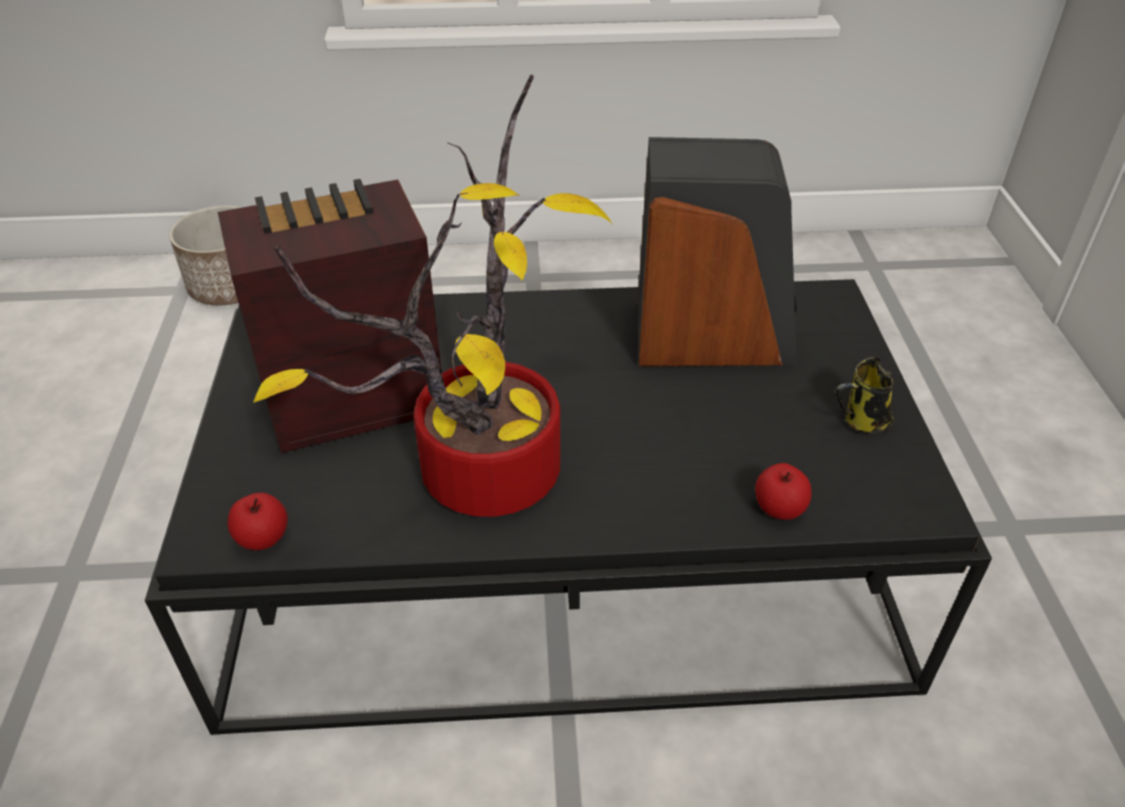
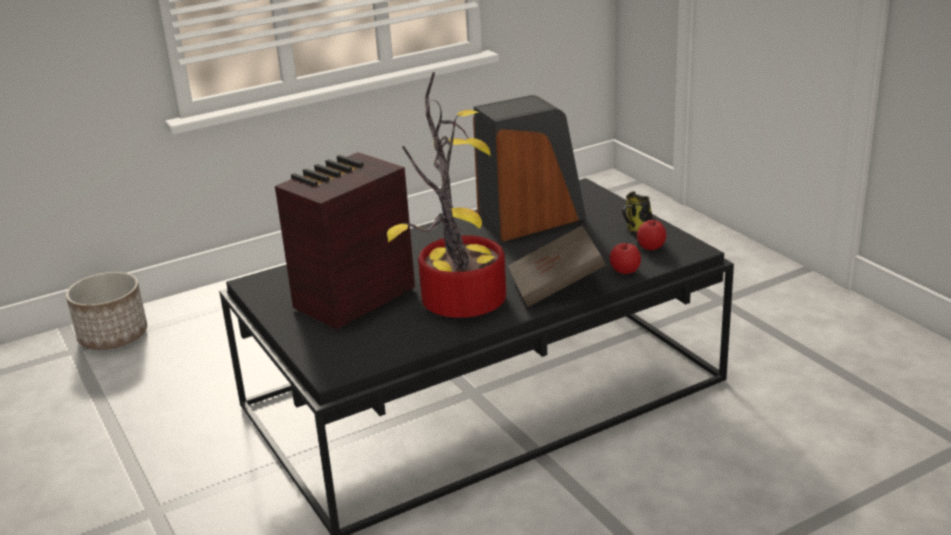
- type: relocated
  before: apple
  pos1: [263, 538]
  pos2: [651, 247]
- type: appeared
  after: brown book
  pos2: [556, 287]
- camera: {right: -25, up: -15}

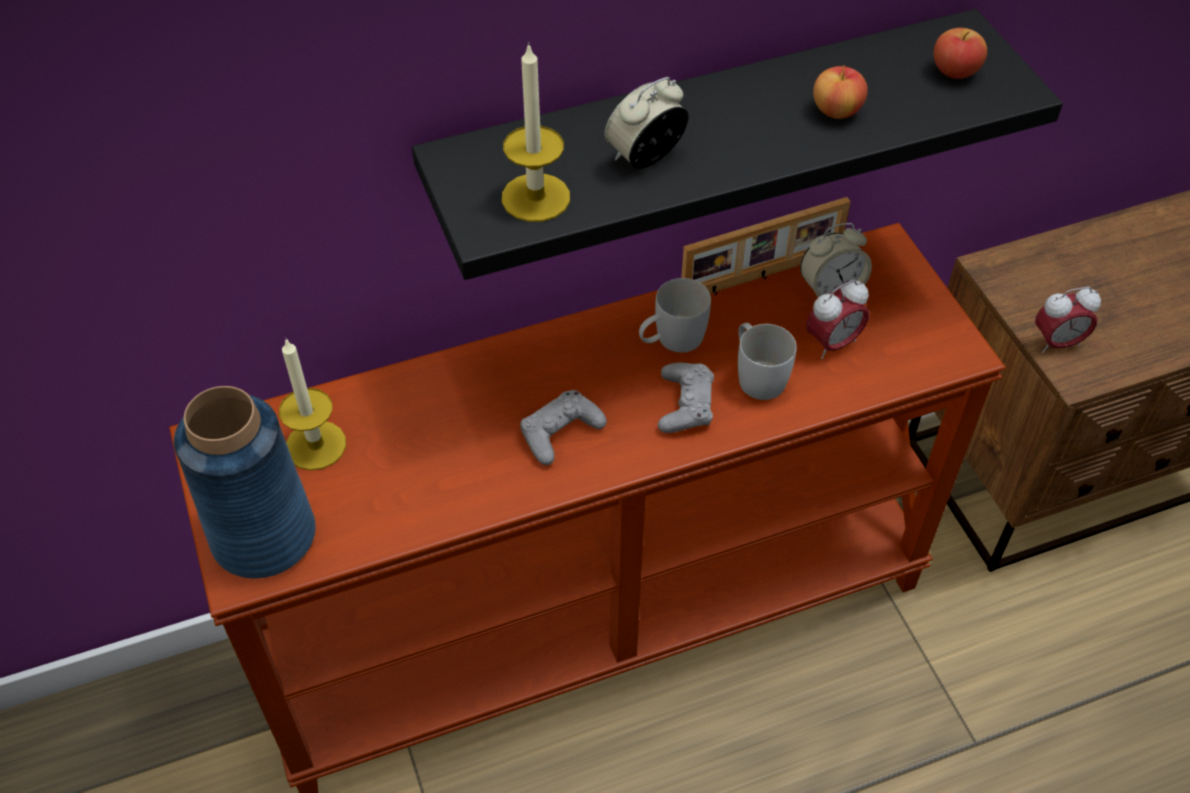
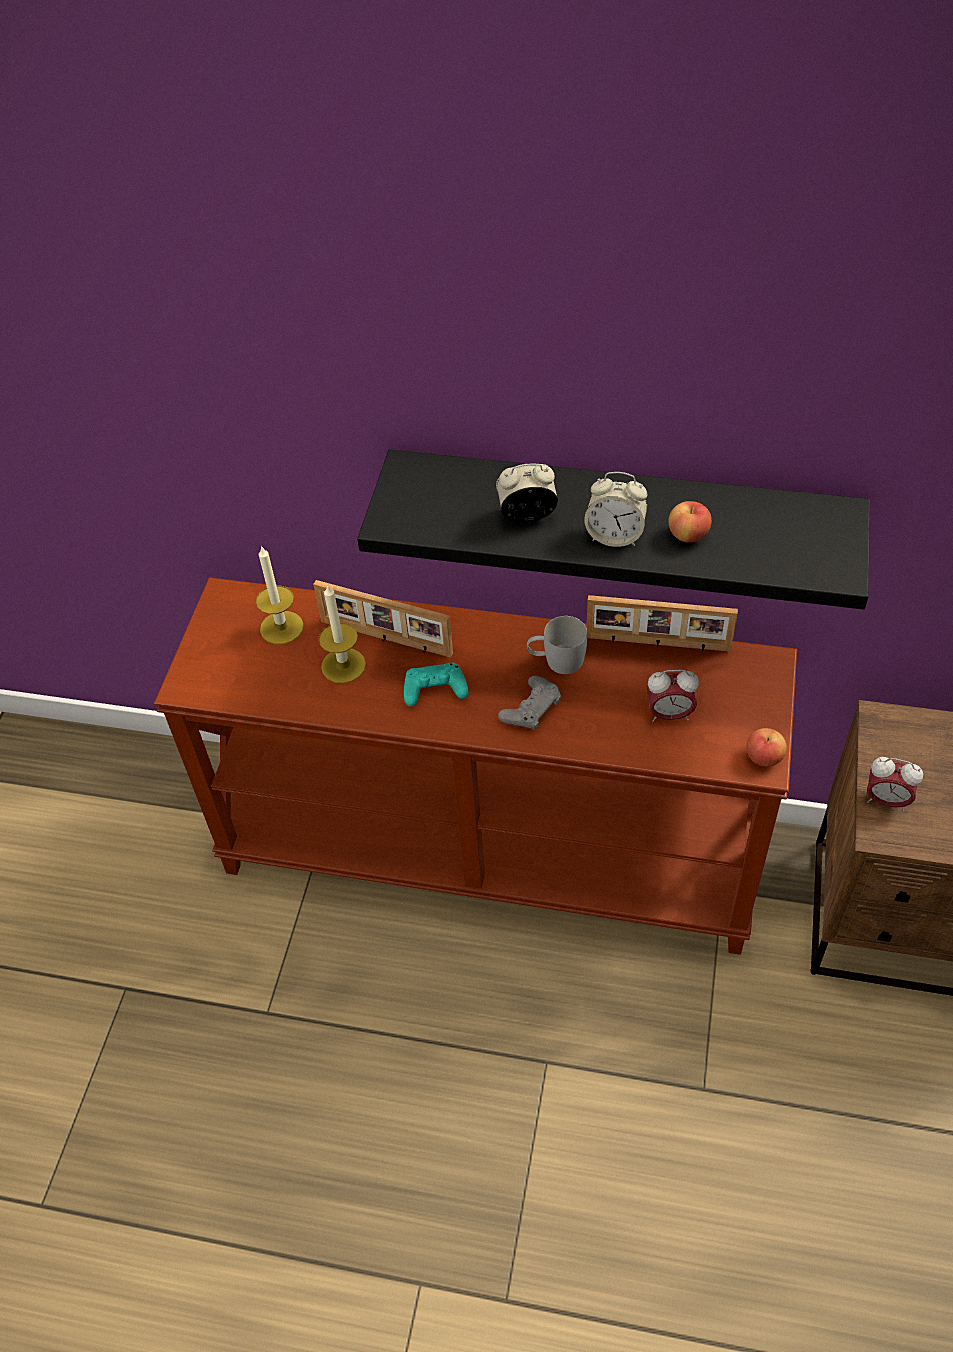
- type: relocated
  before: apple
  pos1: [955, 71]
  pos2: [764, 757]
- type: relocated
  before: candle
  pos1: [535, 197]
  pos2: [343, 665]
- type: relocated
  before: alarm clock
  pos1: [830, 290]
  pos2: [615, 535]
- type: missing
  before: white mug
  pos1: [756, 375]
- type: missing
  before: blue vase
  pos1: [263, 536]
- type: colour
  before: grey game controller
  after: turquoise game controller
  pos1: [560, 432]
  pos2: [435, 689]
- type: appeared
  after: picture frame
  pos2: [385, 639]
- camera: {right: 35, up: 0}

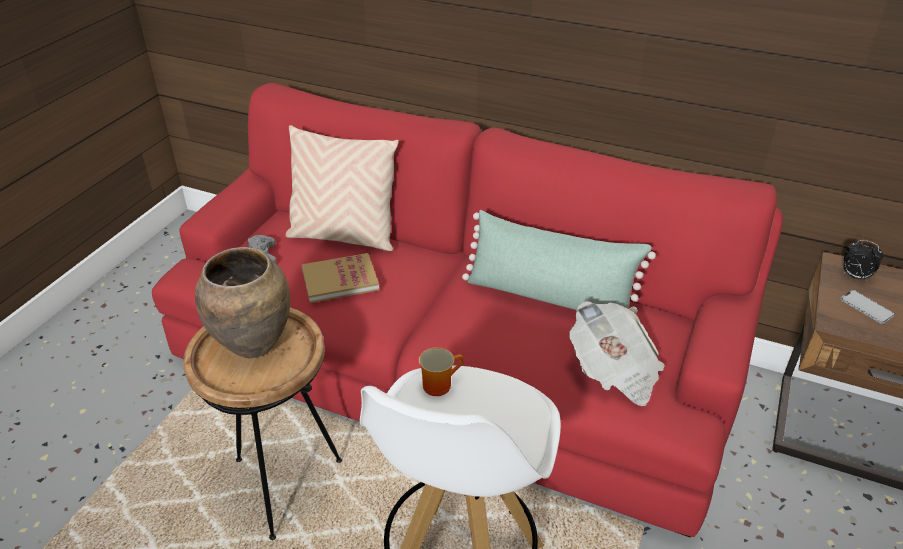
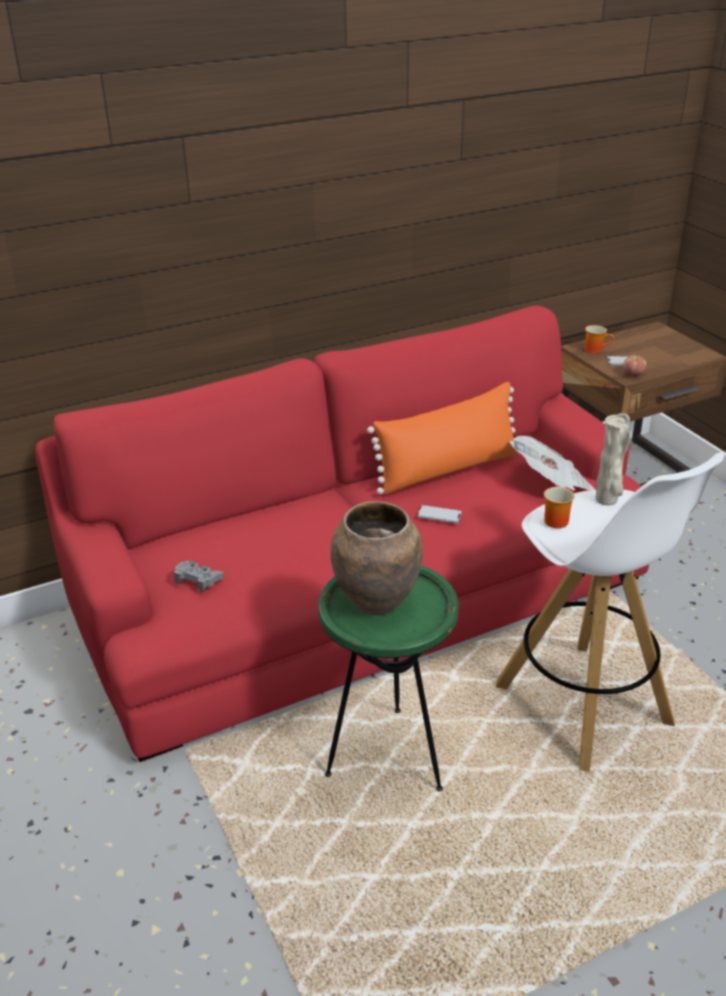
- type: missing
  before: beige pillow
  pos1: [343, 236]
- type: colour
  before: green pillow
  after: orange pillow
  pos1: [549, 297]
  pos2: [448, 470]
- type: exchanged
  before: alarm clock
  after: mug
  pos1: [854, 277]
  pos2: [595, 350]
- type: missing
  before: book
  pos1: [340, 280]
- type: colour
  before: brown side table
  after: green side table
  pos1: [284, 485]
  pos2: [388, 758]
- type: appeared
  after: apple
  pos2: [633, 374]
- type: appeared
  after: beige vase
  pos2: [607, 500]
- type: appeared
  after: phone
  pos2: [439, 515]
- camera: {right: -50, up: -5}

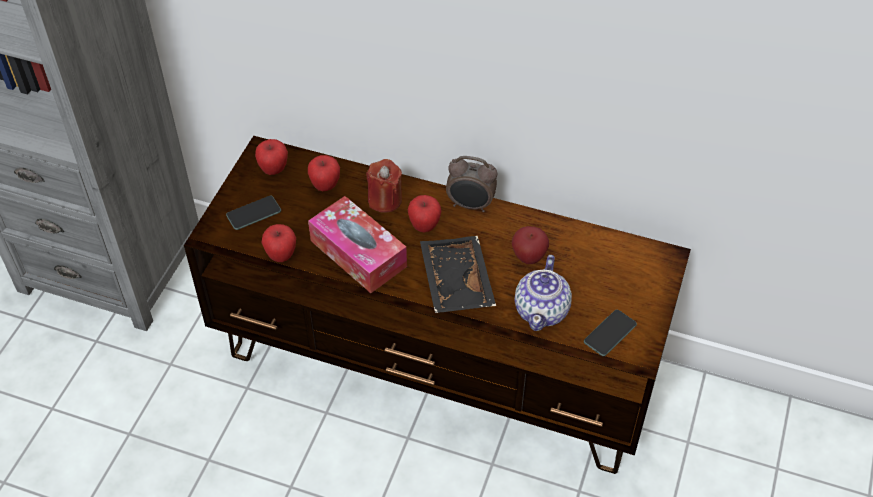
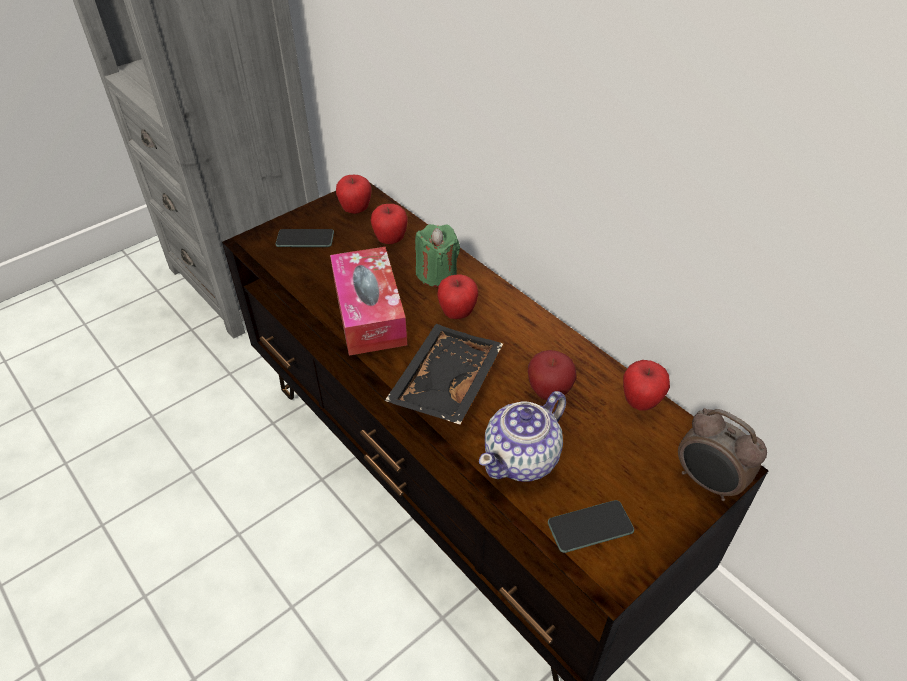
- type: relocated
  before: alarm clock
  pos1: [470, 205]
  pos2: [707, 483]
- type: colour
  before: red candle
  after: green candle
  pos1: [385, 200]
  pos2: [437, 274]
- type: relocated
  before: apple
  pos1: [281, 255]
  pos2: [640, 402]
- camera: {right: 30, up: -5}

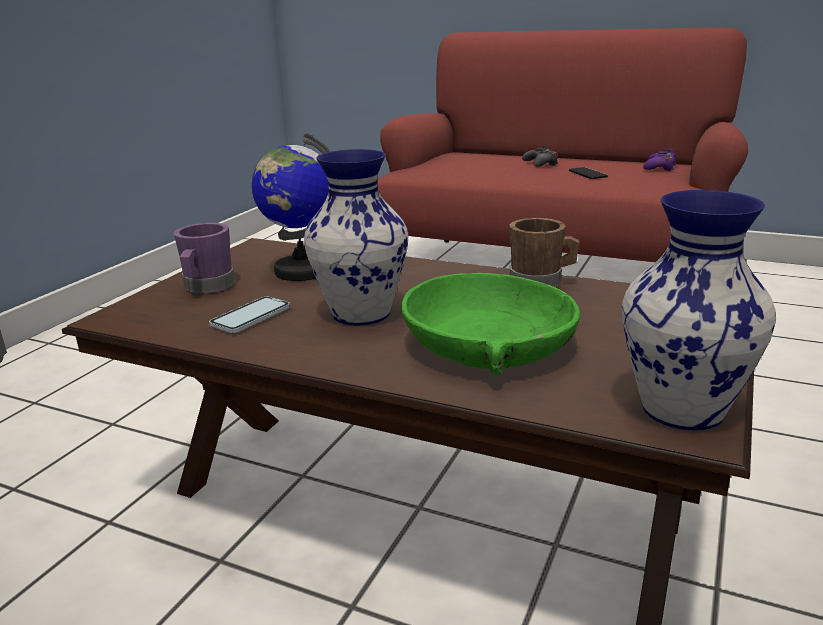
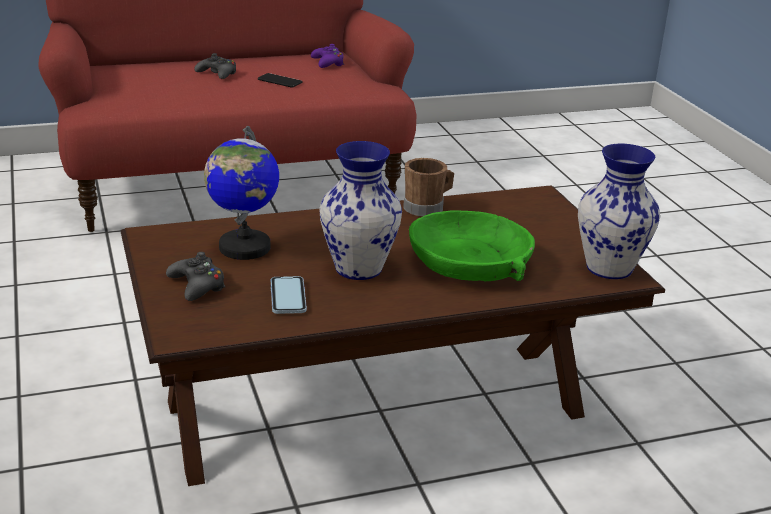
- type: exchanged
  before: purple mug
  after: black game controller
  pos1: [206, 287]
  pos2: [197, 286]
- camera: {right: -45, up: 5}

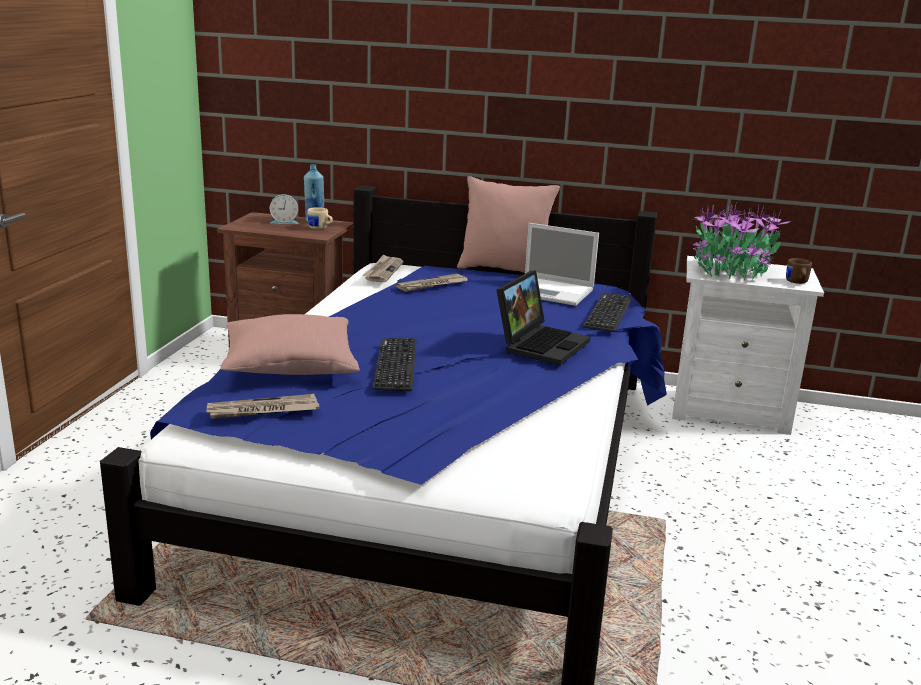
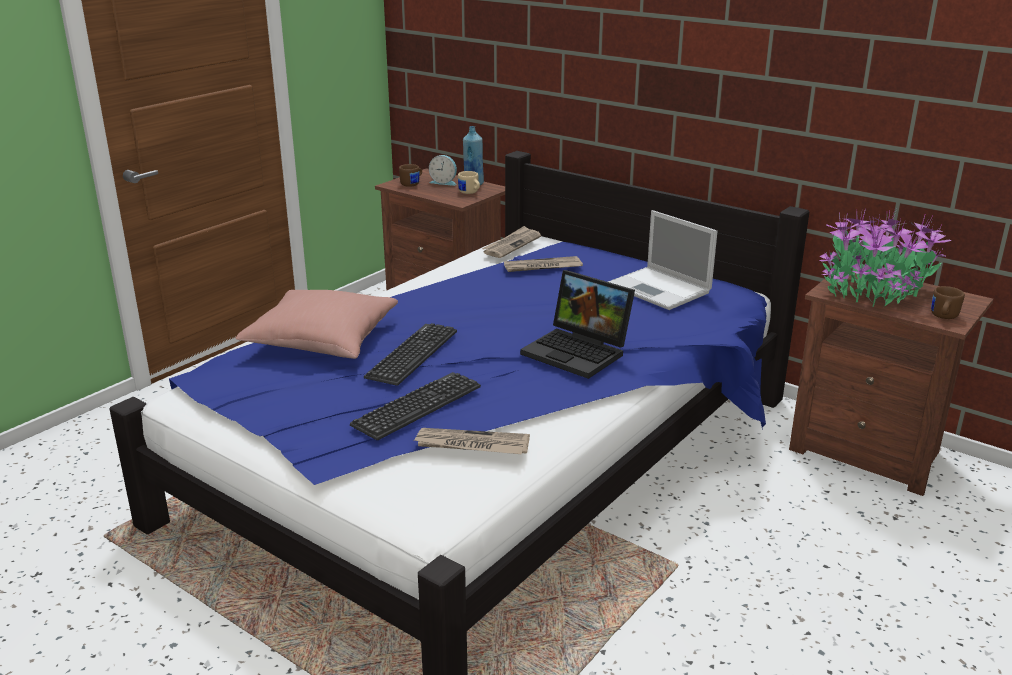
- type: missing
  before: pink pillow
  pos1: [504, 270]
- type: colour
  before: white nightstand
  after: brown nightstand
  pos1: [730, 410]
  pos2: [870, 452]
- type: spun
  before: laptop
  pos1: [541, 344]
  pos2: [579, 352]
  turn: 75
- type: relocated
  before: keyboard
  pos1: [608, 313]
  pos2: [417, 406]
- type: relocated
  before: newspaper
  pos1: [262, 410]
  pos2: [471, 445]
- type: appeared
  after: brown mug
  pos2: [412, 184]
- camera: {right: 25, up: 5}

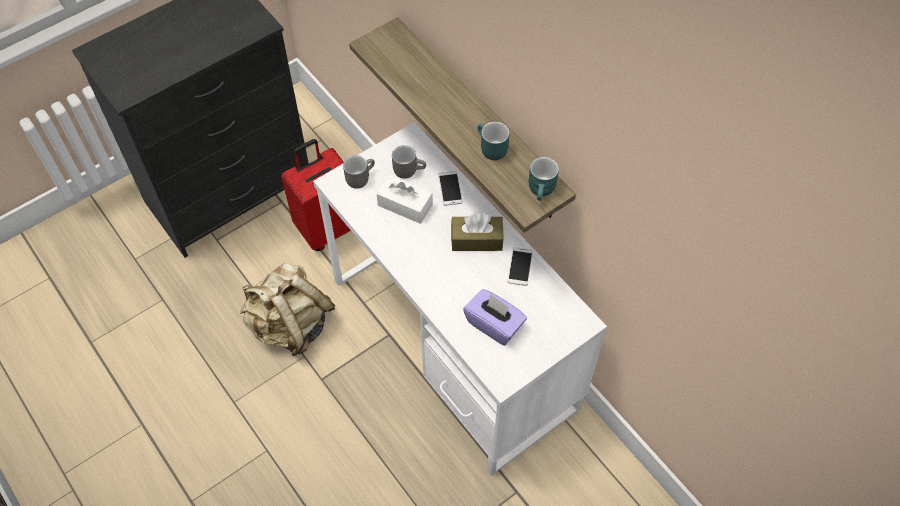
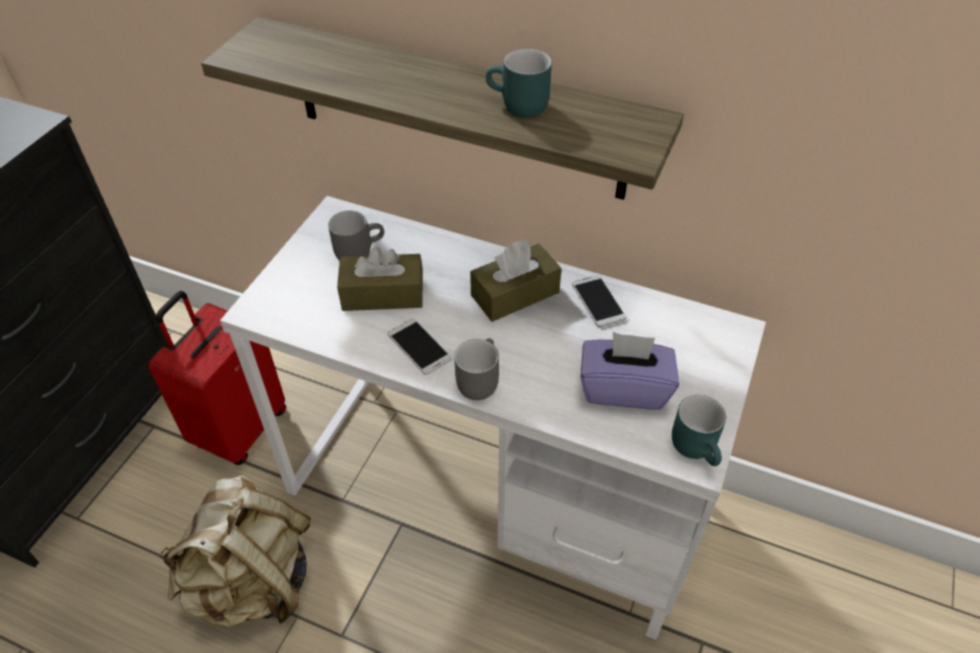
- type: relocated
  before: grey mug
  pos1: [359, 177]
  pos2: [477, 379]
- type: relocated
  before: turquoise mug
  pos1: [543, 190]
  pos2: [699, 448]
- type: relocated
  before: phone
  pos1: [450, 188]
  pos2: [419, 346]
- type: colour
  before: white tissue box
  after: brown tissue box
  pos1: [405, 205]
  pos2: [383, 294]
- camera: {right: -30, up: -10}

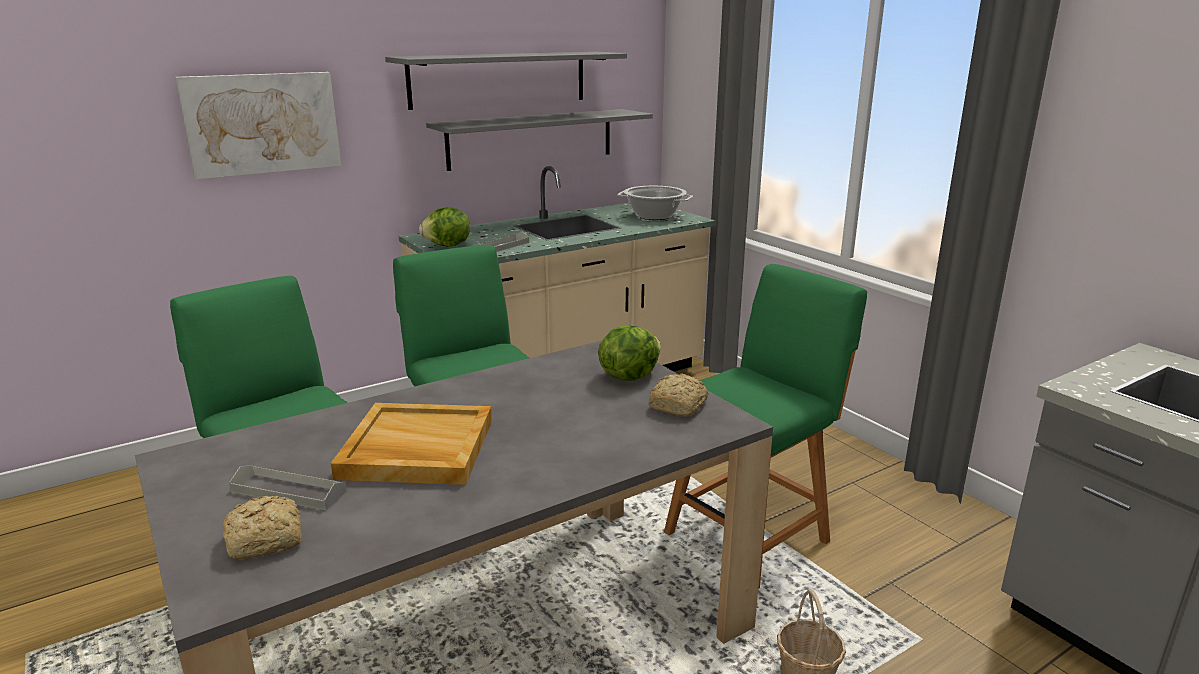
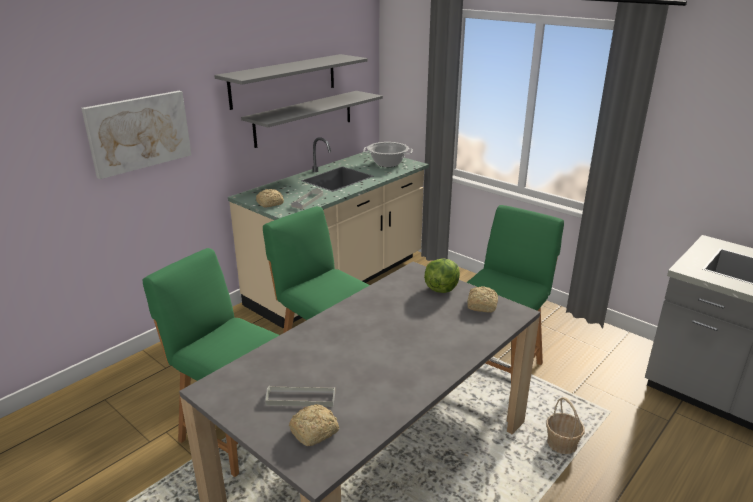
- type: exchanged
  before: lettuce
  after: bread
  pos1: [448, 246]
  pos2: [270, 203]
- type: missing
  before: beige tray
  pos1: [416, 449]
- camera: {right: -15, up: 5}

